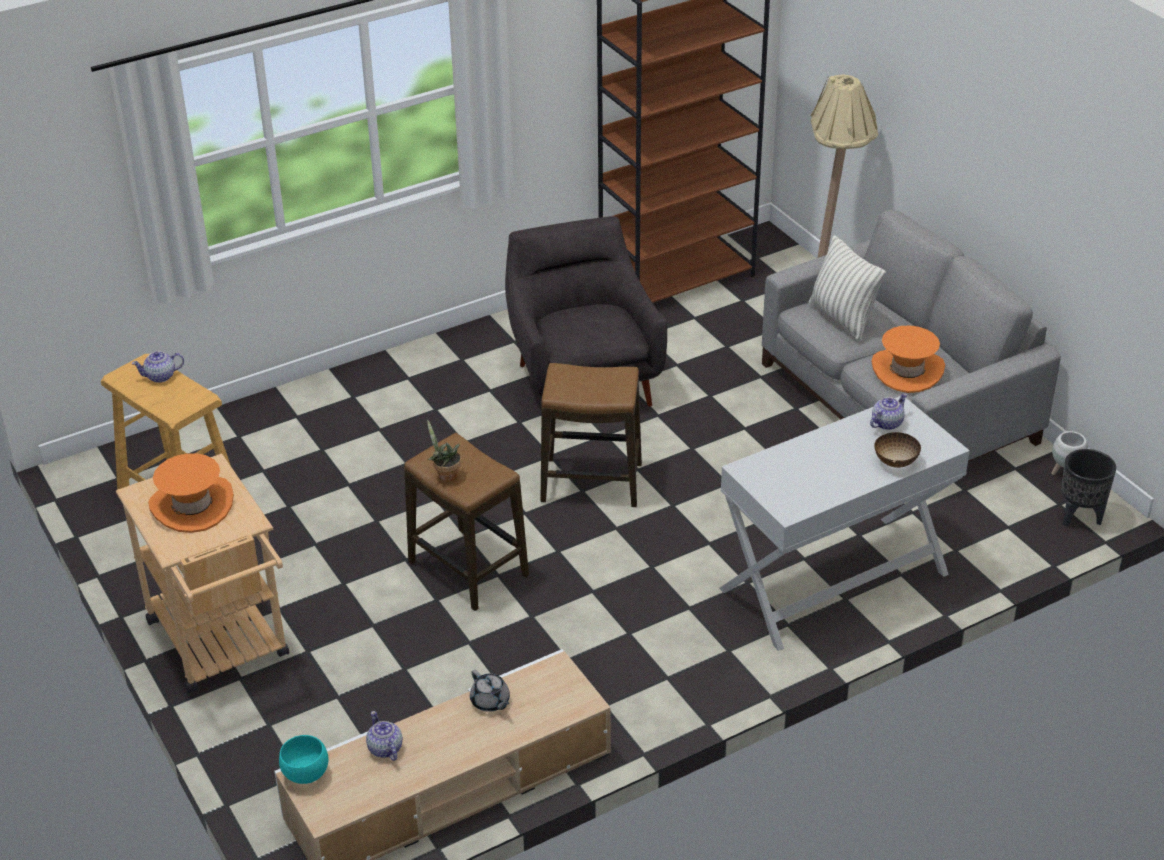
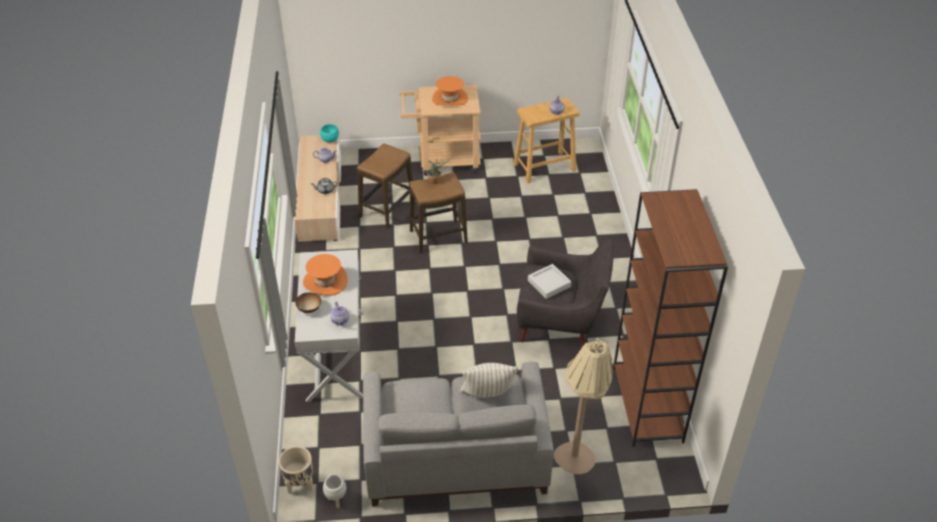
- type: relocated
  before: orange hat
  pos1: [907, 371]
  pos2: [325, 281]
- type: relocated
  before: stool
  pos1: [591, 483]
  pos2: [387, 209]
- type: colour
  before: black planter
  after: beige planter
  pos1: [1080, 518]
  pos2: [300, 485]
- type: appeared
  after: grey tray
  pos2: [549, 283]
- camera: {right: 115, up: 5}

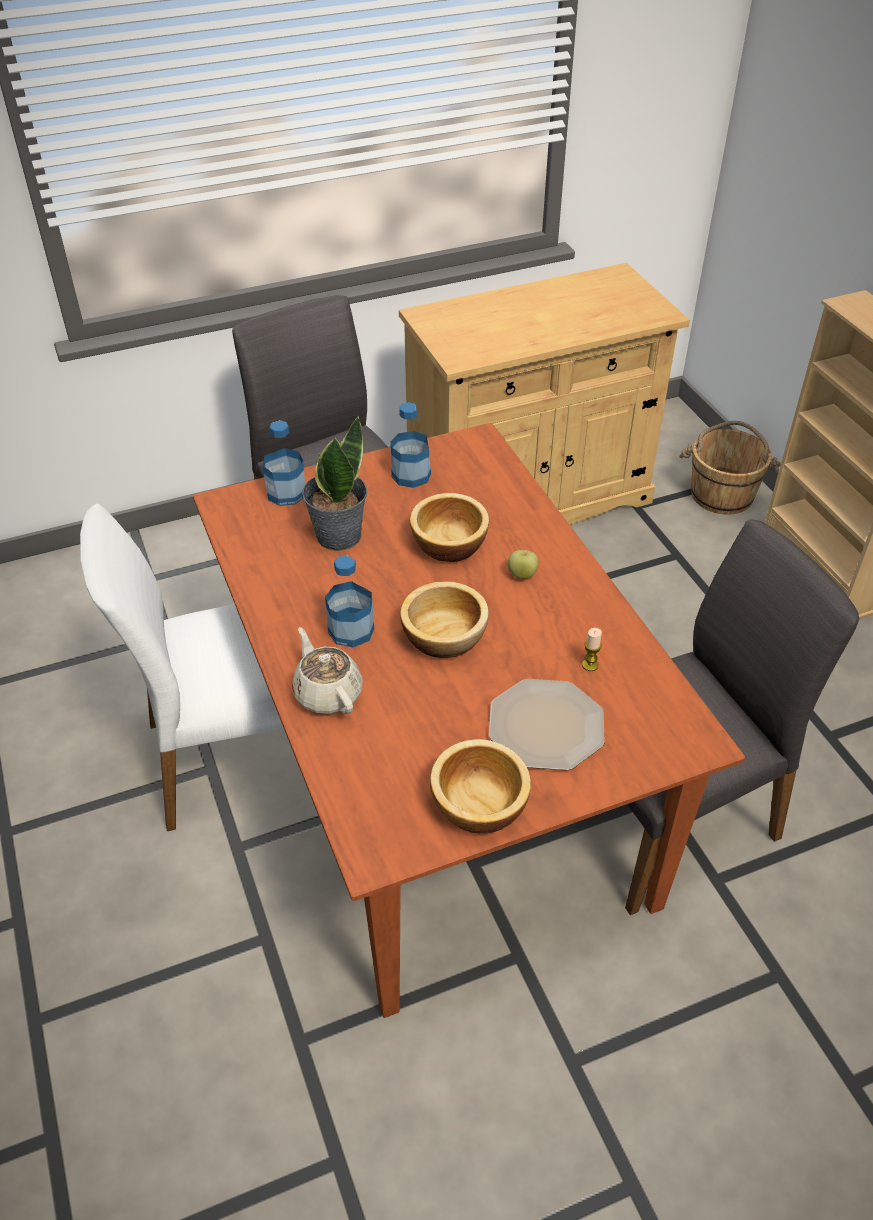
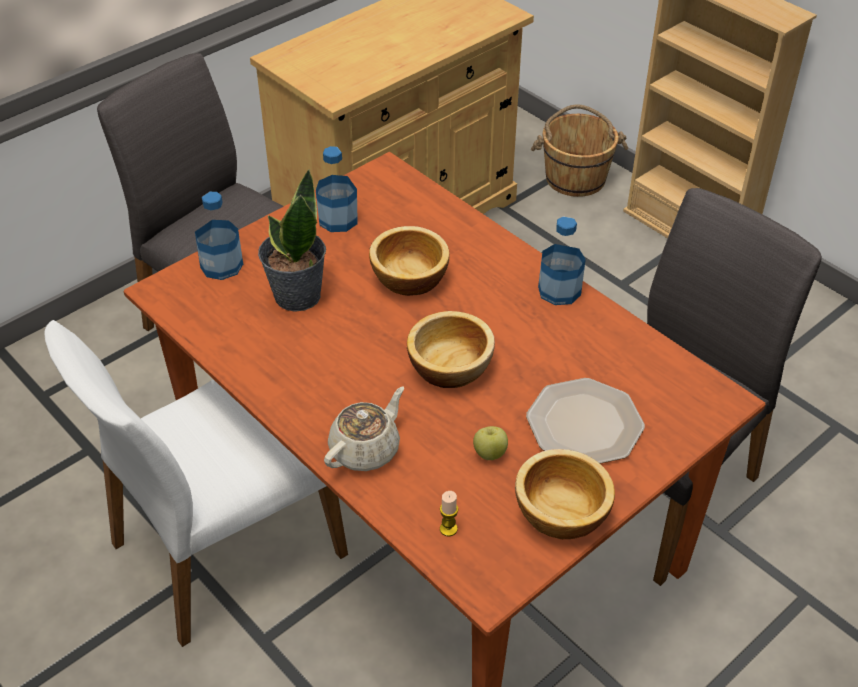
- type: relocated
  before: apple
  pos1: [522, 574]
  pos2: [490, 453]
- type: relocated
  before: bottle
  pos1: [351, 630]
  pos2: [559, 291]
- type: spun
  before: beige teapot
  pos1: [327, 693]
  pos2: [366, 449]
  turn: 90
- type: relocated
  before: candle
  pos1: [590, 665]
  pos2: [448, 529]
- camera: {right: -20, up: 0}

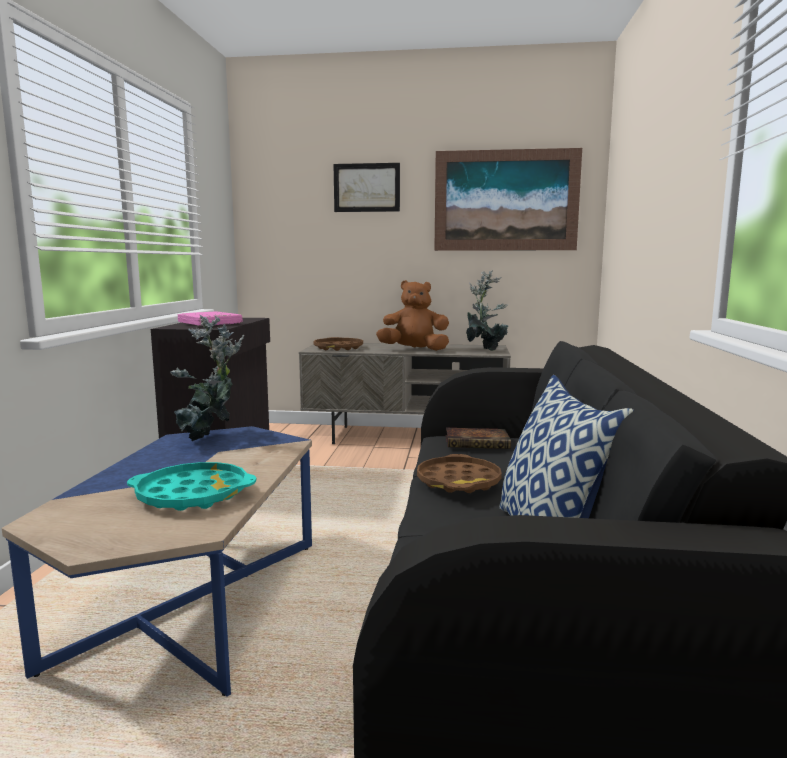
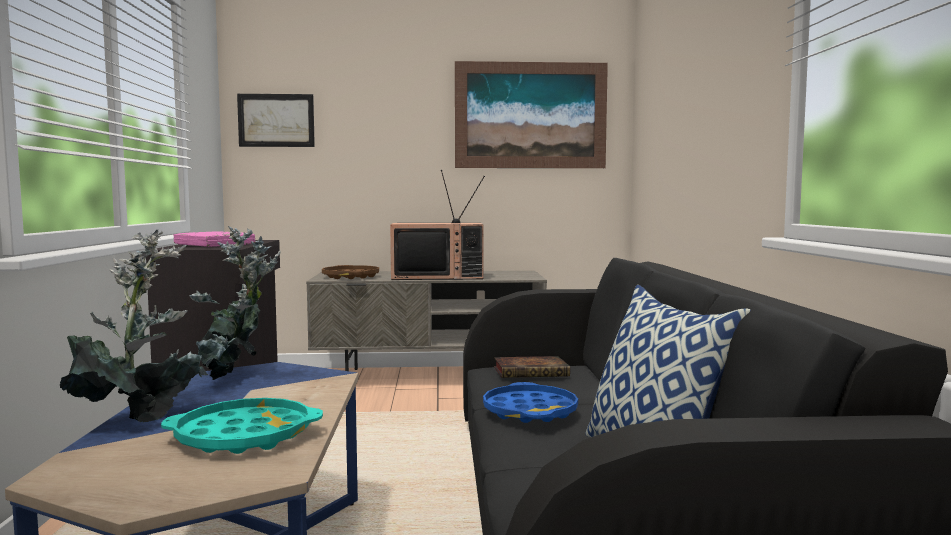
- type: relocated
  before: picture
  pos1: [366, 187]
  pos2: [276, 120]
- type: relocated
  before: potted plant
  pos1: [485, 349]
  pos2: [142, 416]
- type: exchanged
  before: brown plush toy
  after: television
  pos1: [414, 350]
  pos2: [438, 276]
- type: colour
  before: brown tray
  after: blue tray
  pos1: [458, 481]
  pos2: [530, 411]
- camera: {right: -10, up: -5}

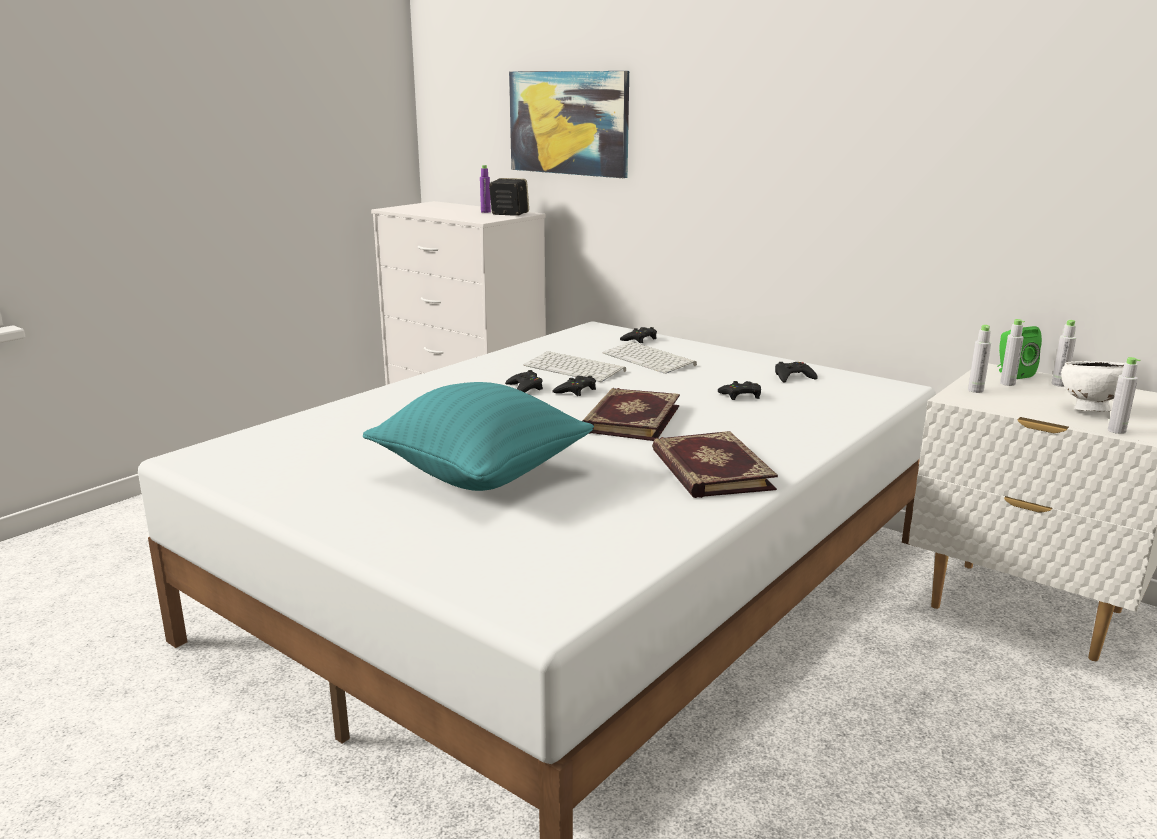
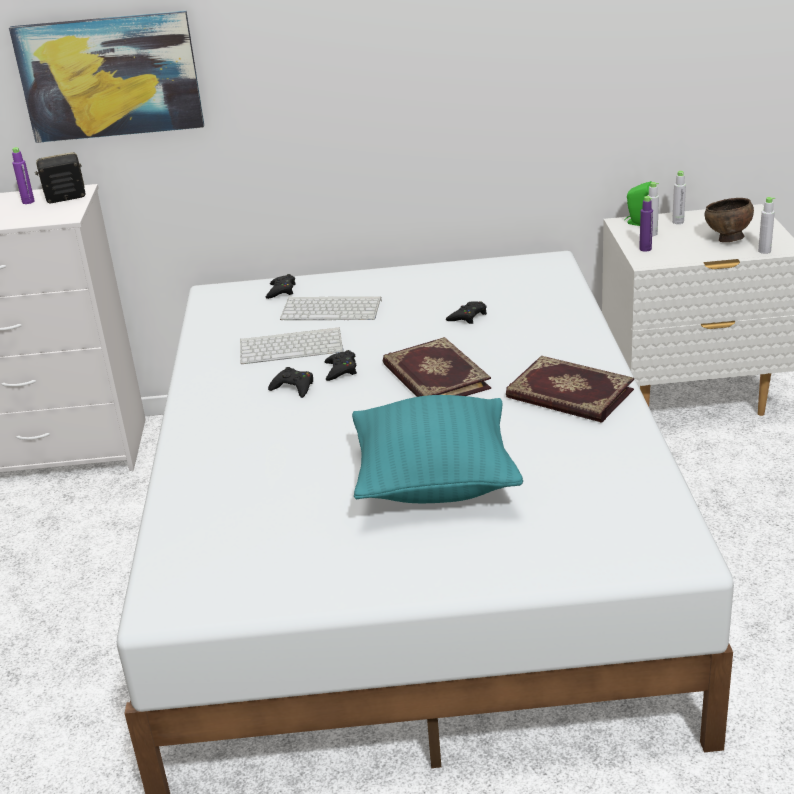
- type: colour
  before: grey bottle
  after: purple bottle
  pos1: [975, 390]
  pos2: [645, 249]
- type: colour
  before: white bowl
  after: brown bowl
  pos1: [1088, 411]
  pos2: [727, 240]
- type: missing
  before: black game controller
  pos1: [793, 377]
- camera: {right: -40, up: 10}

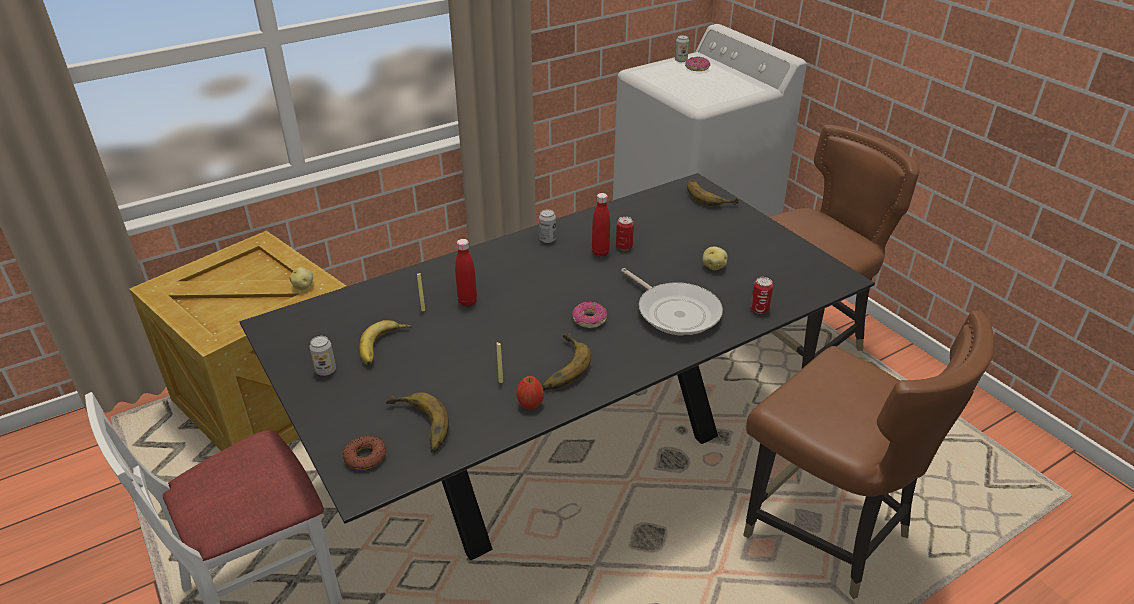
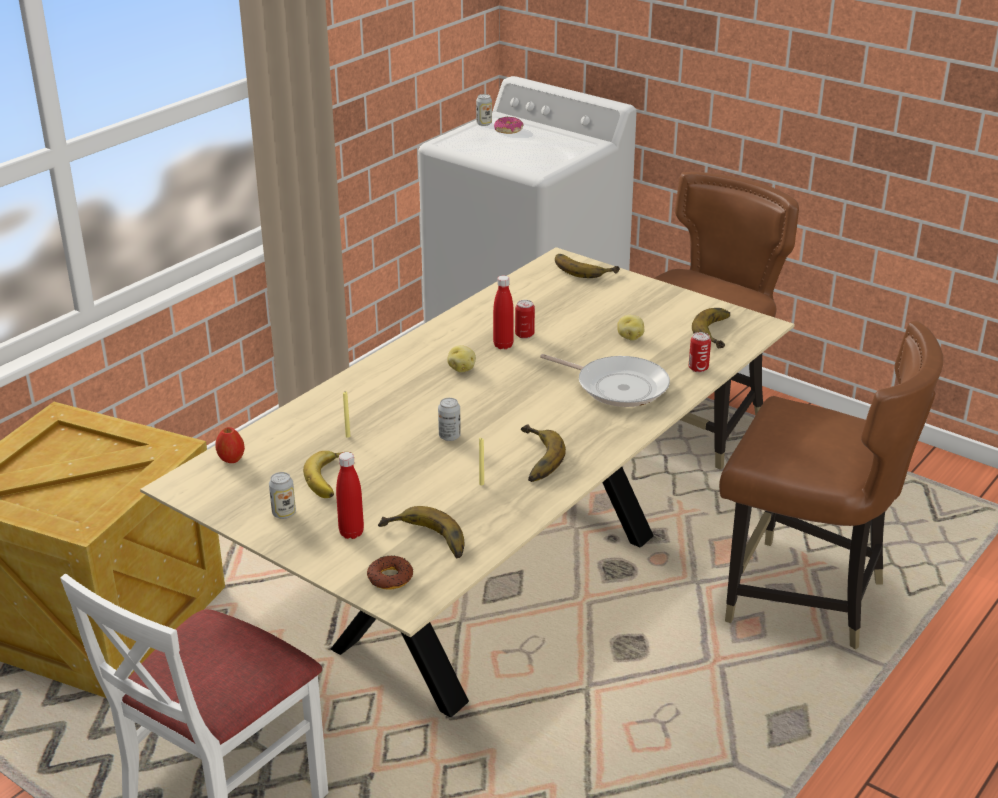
- type: colour
  before: black dining table
  after: beige dining table
  pos1: [567, 454]
  pos2: [499, 592]
- type: relocated
  before: can
  pos1: [547, 239]
  pos2: [449, 436]
- type: relocated
  before: red bottle
  pos1: [467, 301]
  pos2: [351, 533]
- type: relocated
  before: potato
  pos1: [303, 286]
  pos2: [462, 369]
- type: missing
  before: donut
  pos1: [589, 320]
- type: relocated
  before: apple
  pos1: [530, 404]
  pos2: [231, 459]
- type: appeared
  after: banana
  pos2: [720, 332]
- camera: {right: -20, up: -5}

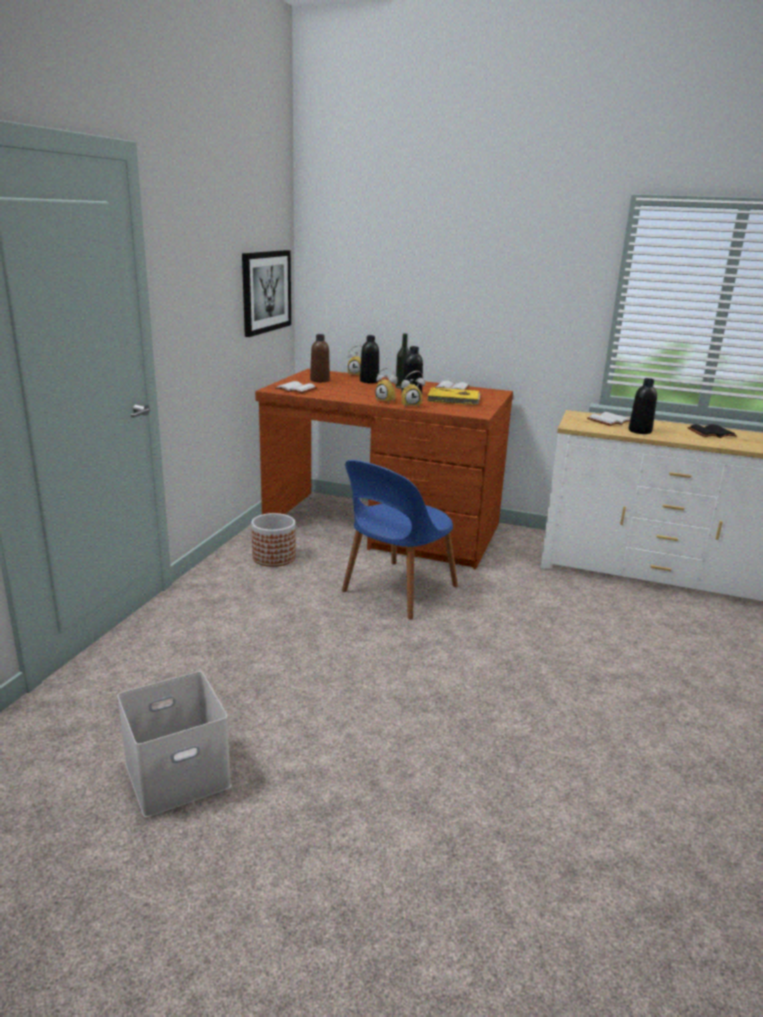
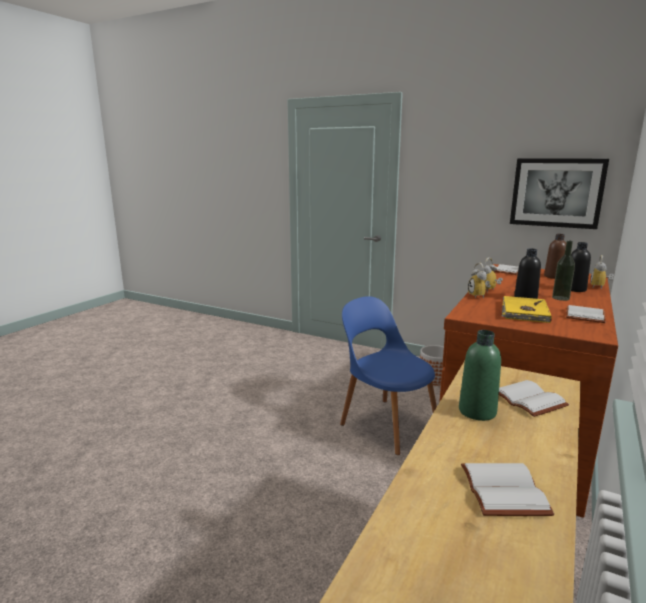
- type: colour
  before: black bottle
  after: green bottle
  pos1: [640, 431]
  pos2: [477, 411]
- type: colour
  before: black book
  after: white book
  pos1: [711, 433]
  pos2: [500, 489]
- type: missing
  before: white storage box
  pos1: [179, 772]
- camera: {right: 100, up: -5}

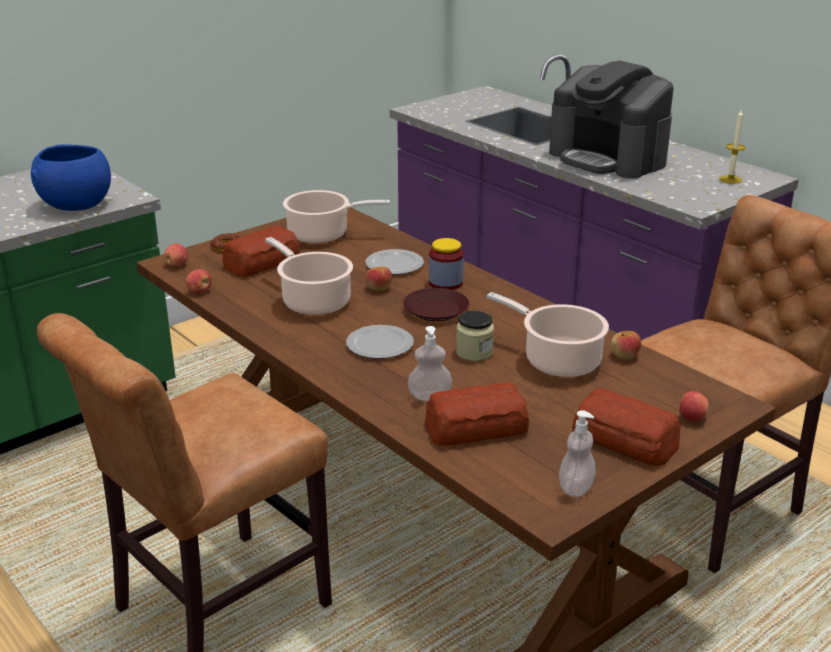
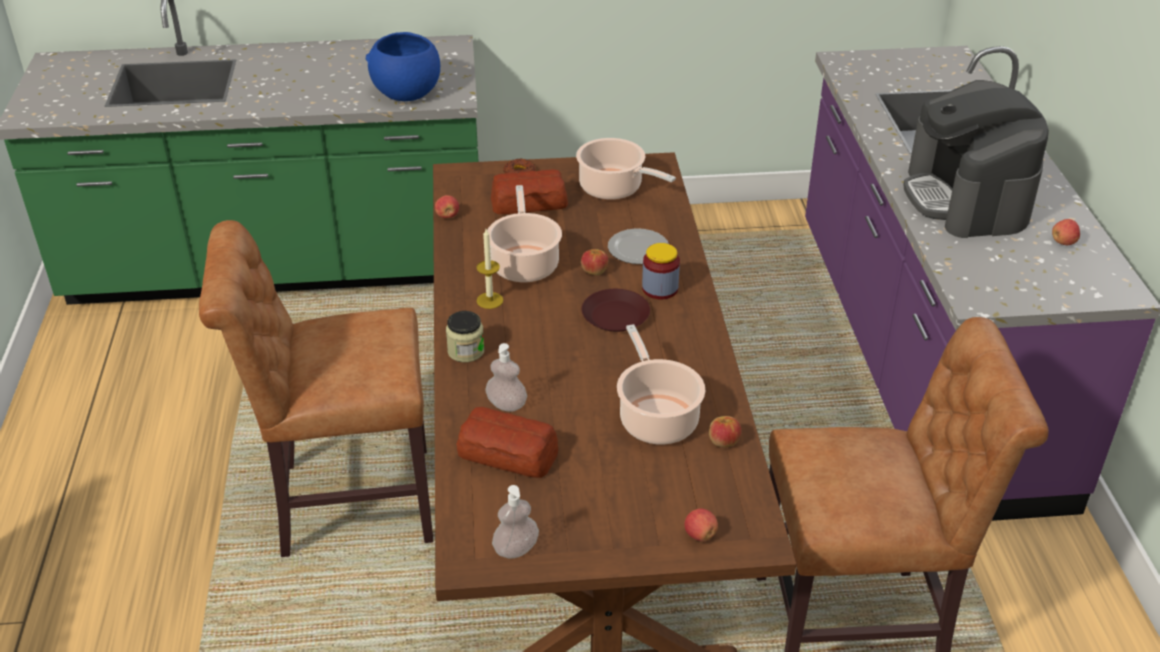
- type: relocated
  before: candle
  pos1: [730, 179]
  pos2: [490, 300]
- type: relocated
  before: apple
  pos1: [177, 265]
  pos2: [1063, 242]
- type: relocated
  before: jar
  pos1: [474, 352]
  pos2: [466, 351]
- type: missing
  before: plate
  pos1: [378, 344]
- type: missing
  before: bread
  pos1: [623, 439]
- camera: {right: 35, up: 10}

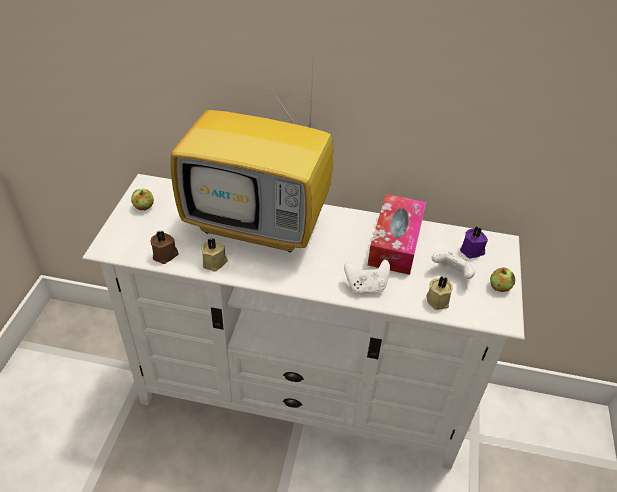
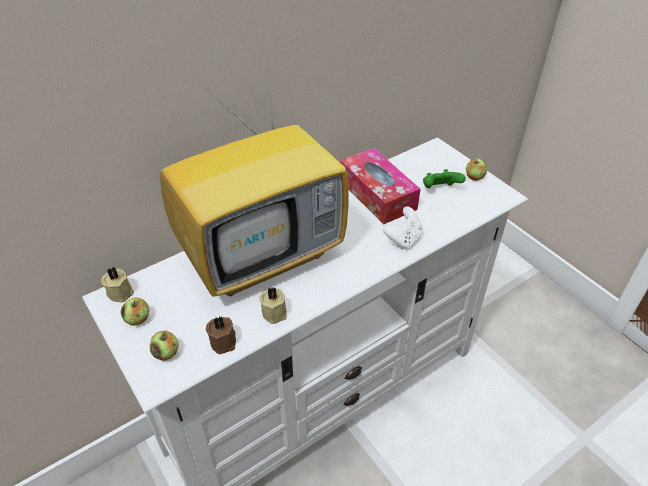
- type: missing
  before: purple candle
  pos1: [472, 251]
- type: colour
  before: white game controller
  after: green game controller
  pos1: [452, 274]
  pos2: [440, 190]
- type: relocated
  before: beige candle
  pos1: [438, 300]
  pos2: [120, 292]
- type: appeared
  after: apple
  pos2: [166, 353]
- camera: {right: -45, up: 0}

